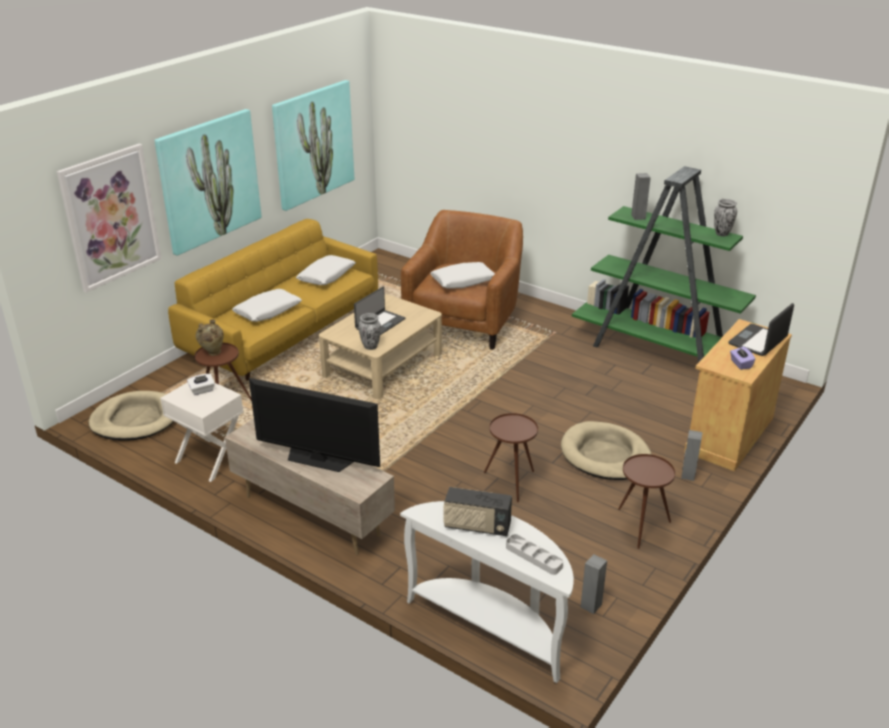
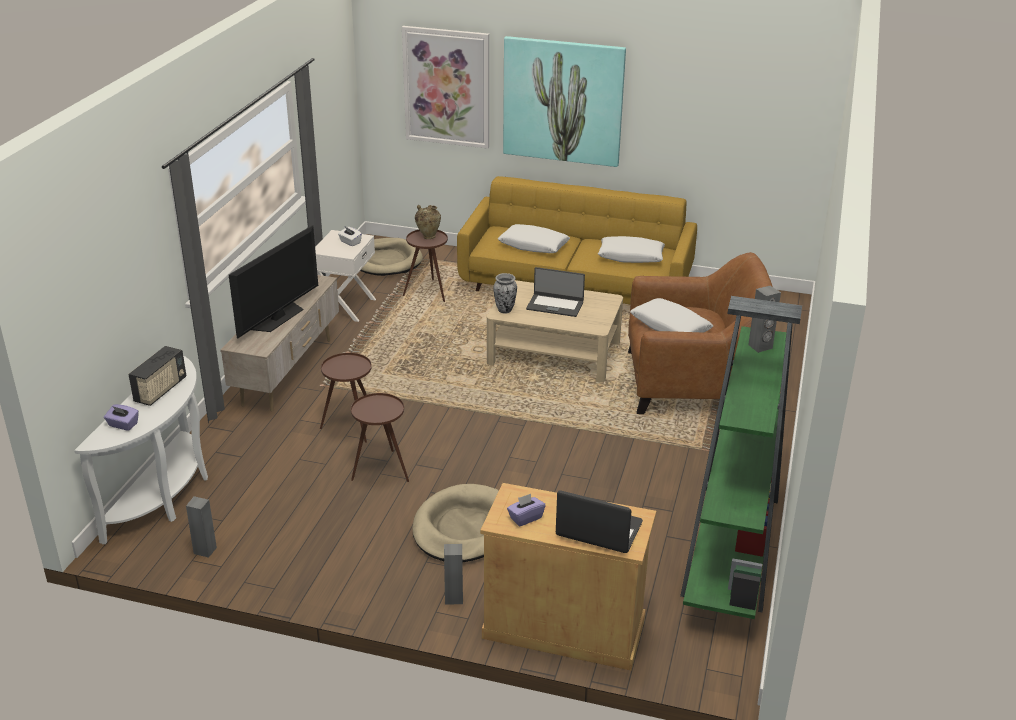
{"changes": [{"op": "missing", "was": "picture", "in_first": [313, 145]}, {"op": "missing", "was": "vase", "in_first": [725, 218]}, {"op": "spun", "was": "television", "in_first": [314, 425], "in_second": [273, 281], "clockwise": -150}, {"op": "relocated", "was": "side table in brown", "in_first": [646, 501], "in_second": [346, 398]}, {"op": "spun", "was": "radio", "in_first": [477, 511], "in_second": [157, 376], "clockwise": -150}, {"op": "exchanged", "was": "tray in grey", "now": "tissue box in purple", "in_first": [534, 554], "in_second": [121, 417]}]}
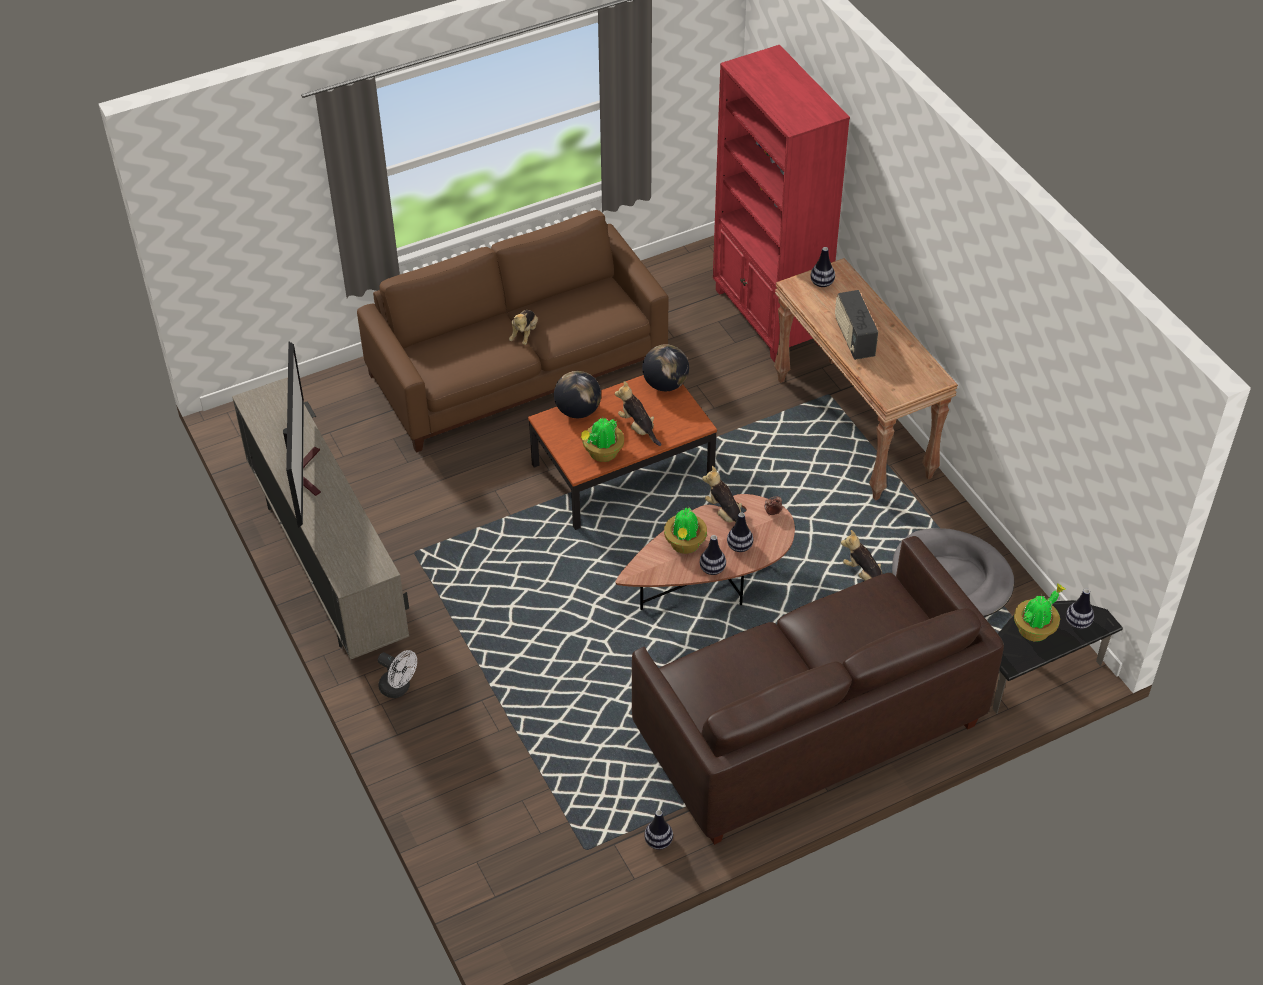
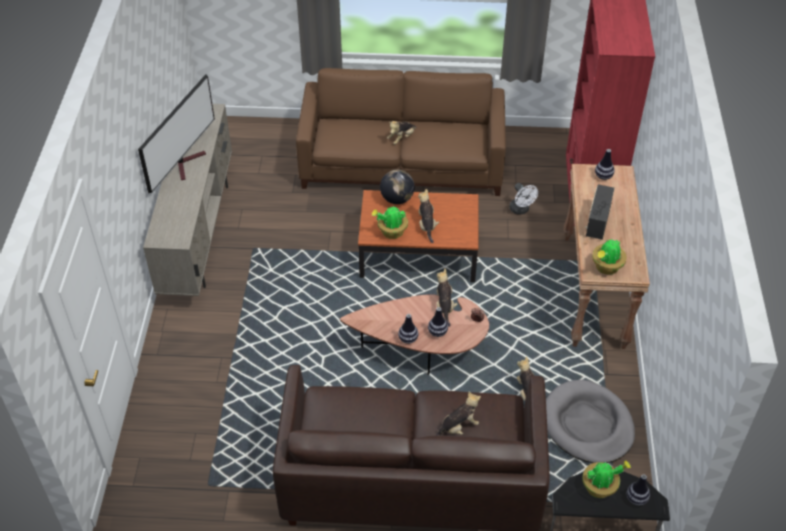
{"changes": [{"op": "missing", "was": "globe", "in_first": [665, 367]}, {"op": "relocated", "was": "potted plant", "in_first": [685, 530], "in_second": [609, 257]}, {"op": "relocated", "was": "fan in white", "in_first": [397, 674], "in_second": [524, 199]}, {"op": "missing", "was": "vase", "in_first": [658, 830]}, {"op": "appeared", "now": "plush toy", "in_second": [459, 413]}]}
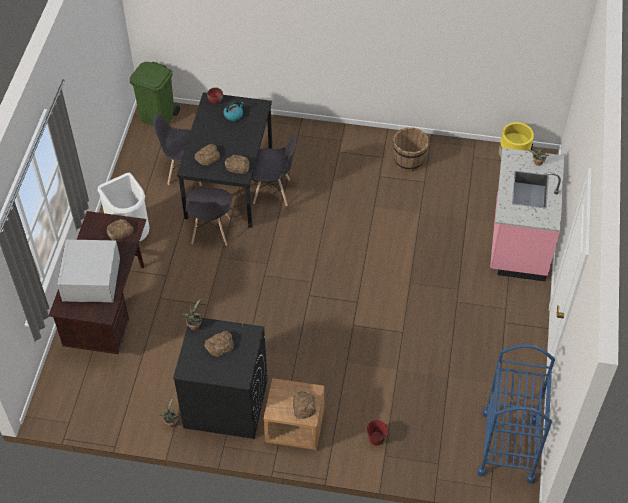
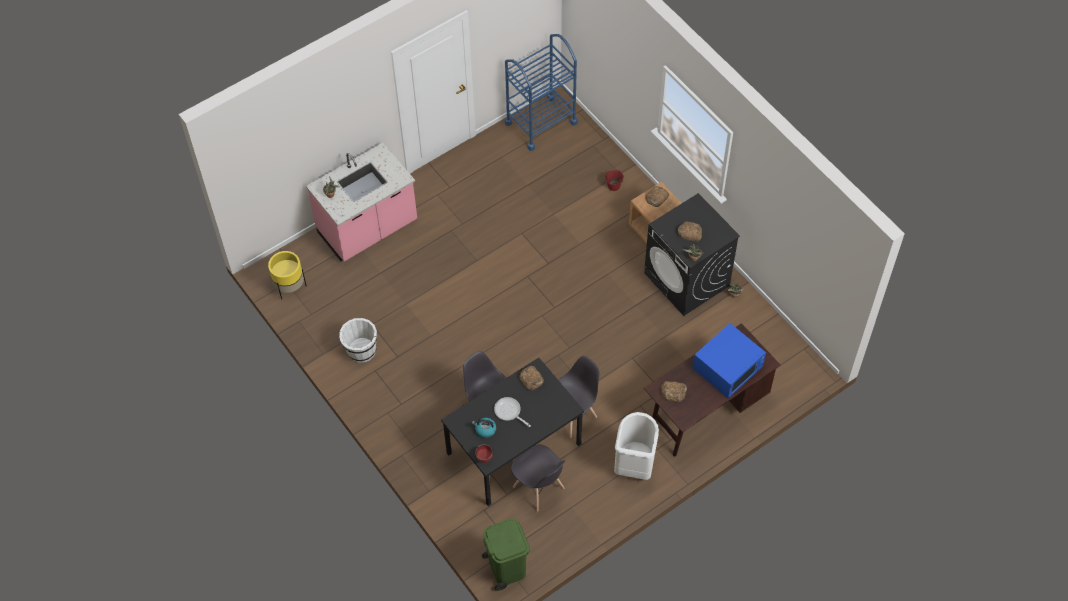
{"changes": [{"op": "colour", "was": "bucket in brown", "now": "bucket in white", "in_first": [411, 150], "in_second": [358, 340]}, {"op": "missing", "was": "bread", "in_first": [207, 155]}, {"op": "colour", "was": "microwave in white", "now": "microwave in blue", "in_first": [88, 271], "in_second": [729, 360]}, {"op": "appeared", "now": "frying pan", "in_second": [512, 412]}]}
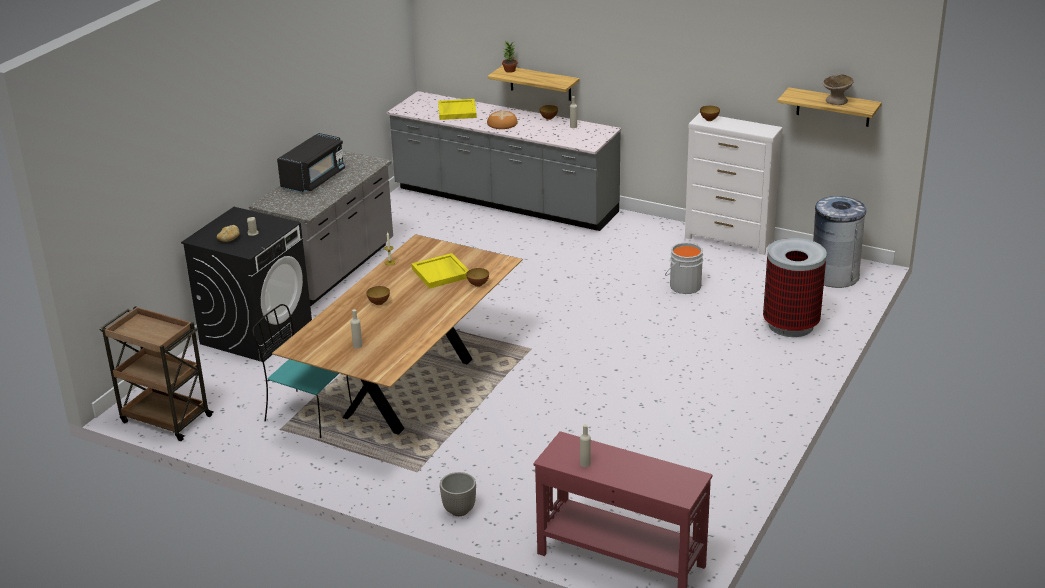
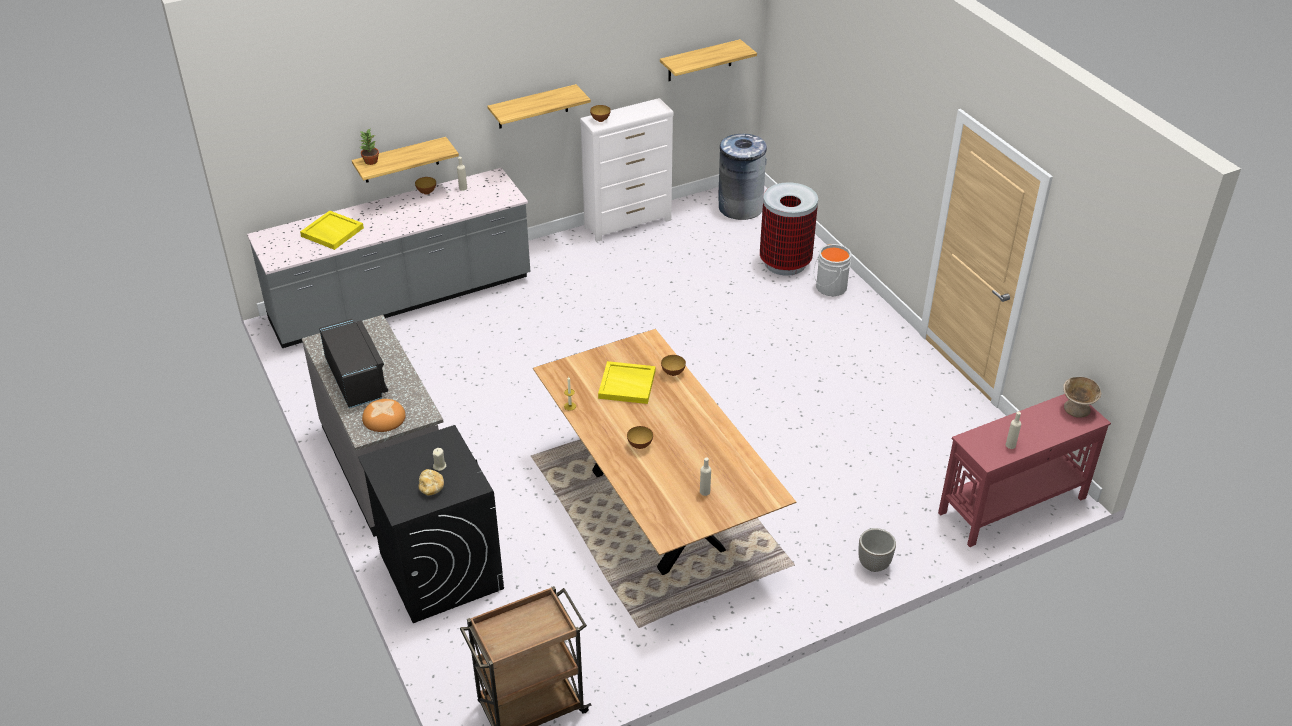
{"changes": [{"op": "relocated", "was": "bowl in beige", "in_first": [838, 89], "in_second": [1082, 397]}, {"op": "relocated", "was": "bread", "in_first": [502, 120], "in_second": [384, 415]}, {"op": "relocated", "was": "bucket in grey", "in_first": [684, 268], "in_second": [832, 270]}, {"op": "missing", "was": "chair in turquoise", "in_first": [302, 371]}, {"op": "appeared", "now": "shelf", "in_second": [539, 106]}]}
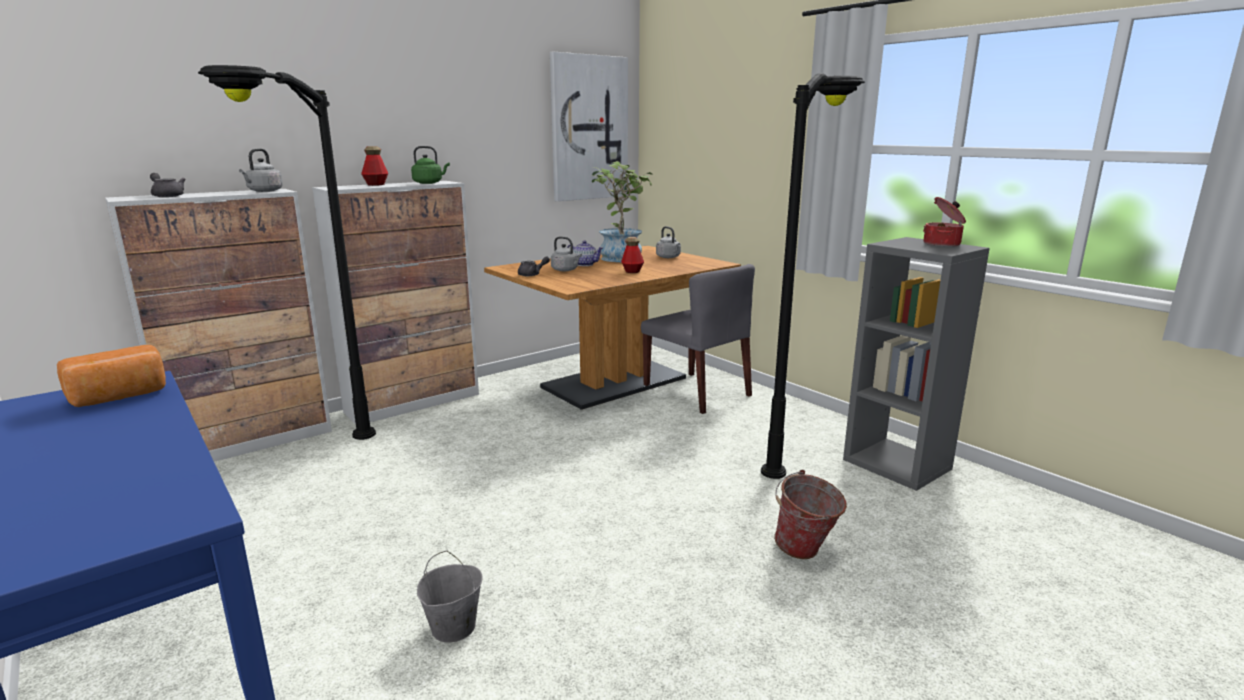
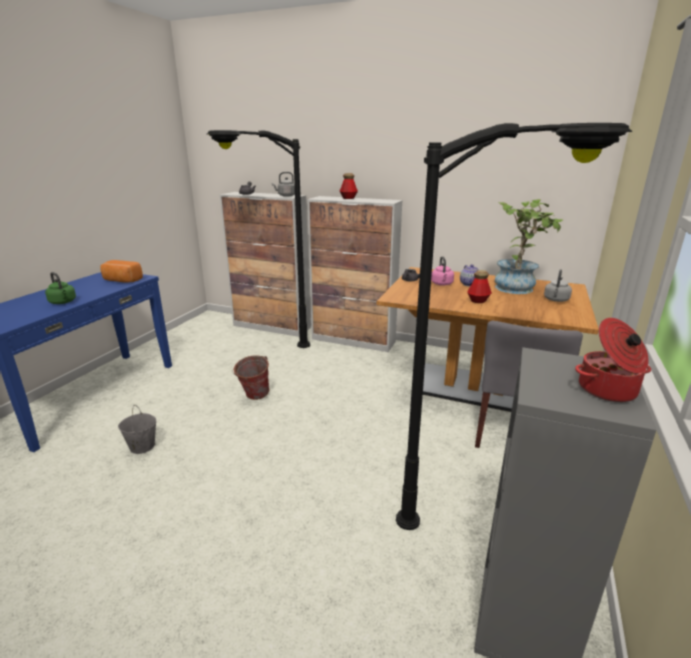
{"changes": [{"op": "missing", "was": "picture", "in_first": [589, 126]}, {"op": "relocated", "was": "kettle in green", "in_first": [430, 165], "in_second": [60, 288]}, {"op": "colour", "was": "kettle in grey", "now": "kettle in pink", "in_first": [566, 253], "in_second": [442, 271]}, {"op": "relocated", "was": "bucket", "in_first": [810, 514], "in_second": [250, 377]}]}
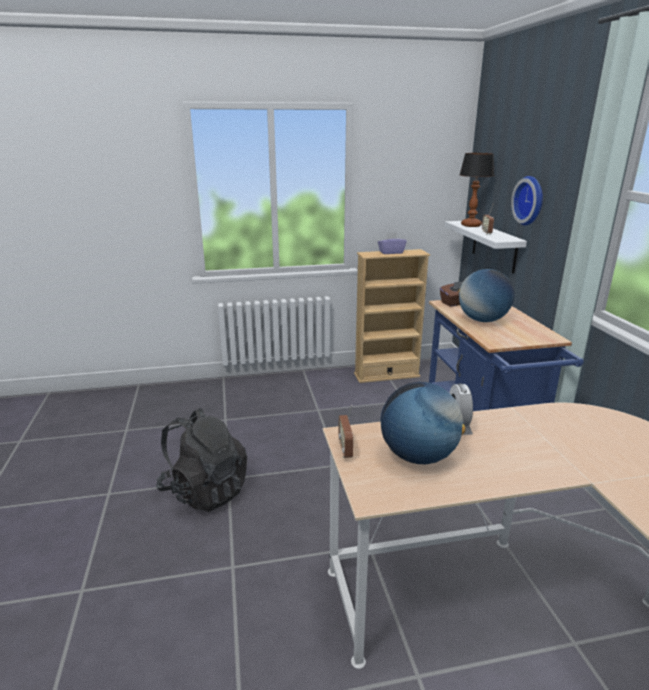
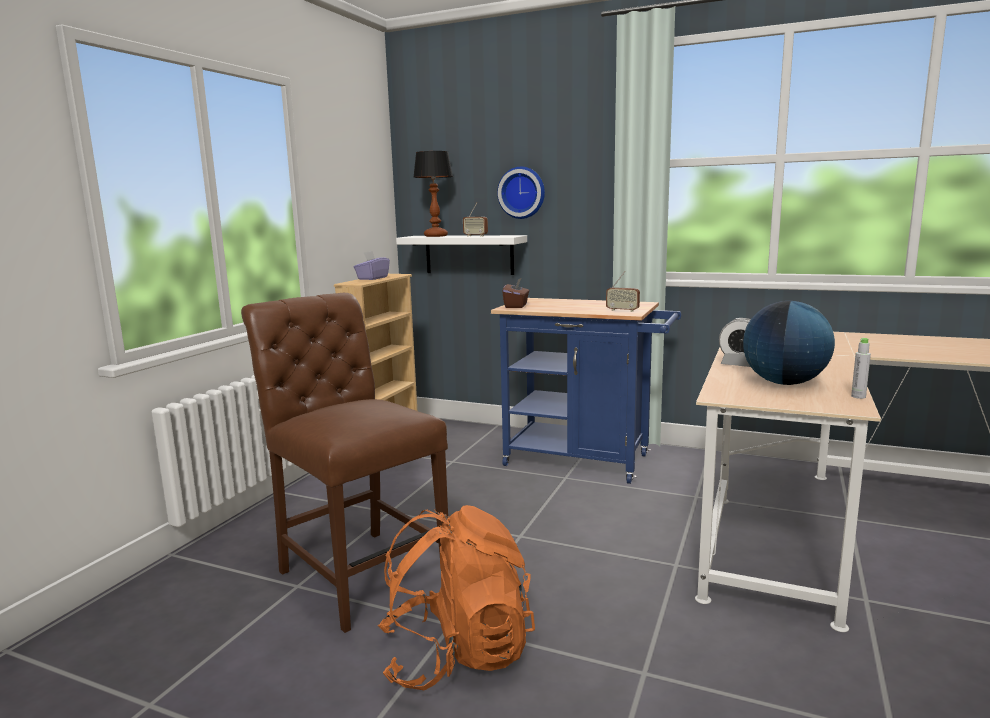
{"changes": [{"op": "missing", "was": "globe", "in_first": [486, 295]}, {"op": "relocated", "was": "radio", "in_first": [345, 431], "in_second": [623, 291]}, {"op": "colour", "was": "backpack in black", "now": "backpack in orange", "in_first": [201, 460], "in_second": [456, 598]}, {"op": "appeared", "now": "chair in brown", "in_second": [344, 463]}, {"op": "appeared", "now": "bottle in grey", "in_second": [861, 368]}]}
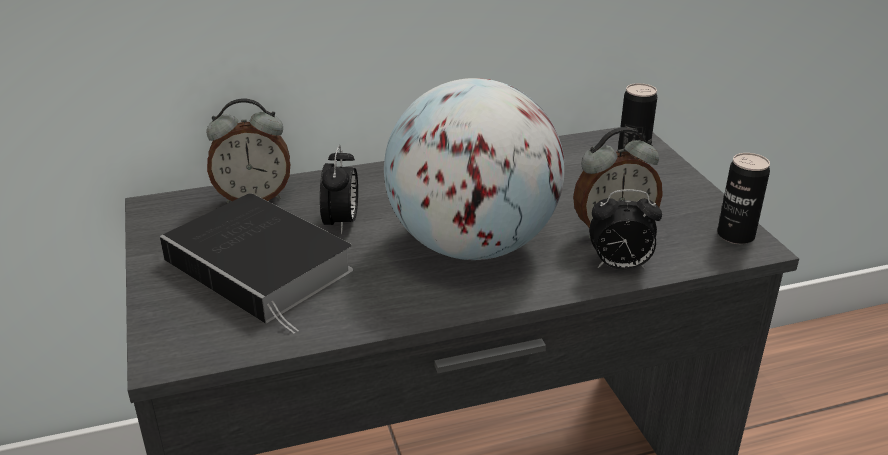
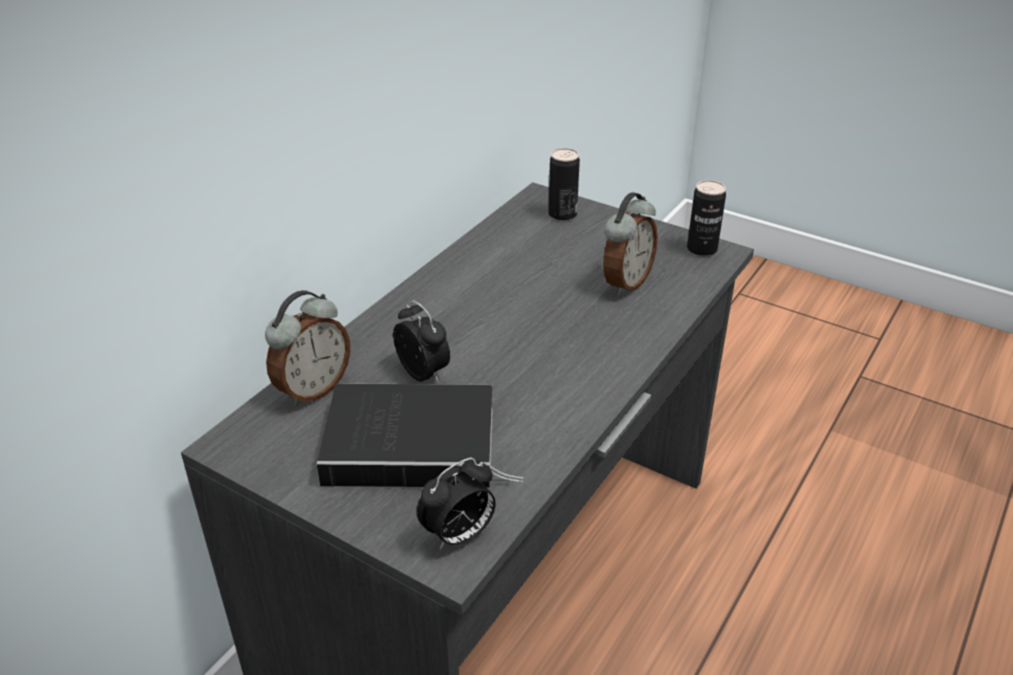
{"changes": [{"op": "missing", "was": "globe", "in_first": [474, 169]}, {"op": "relocated", "was": "alarm clock", "in_first": [625, 230], "in_second": [456, 504]}]}
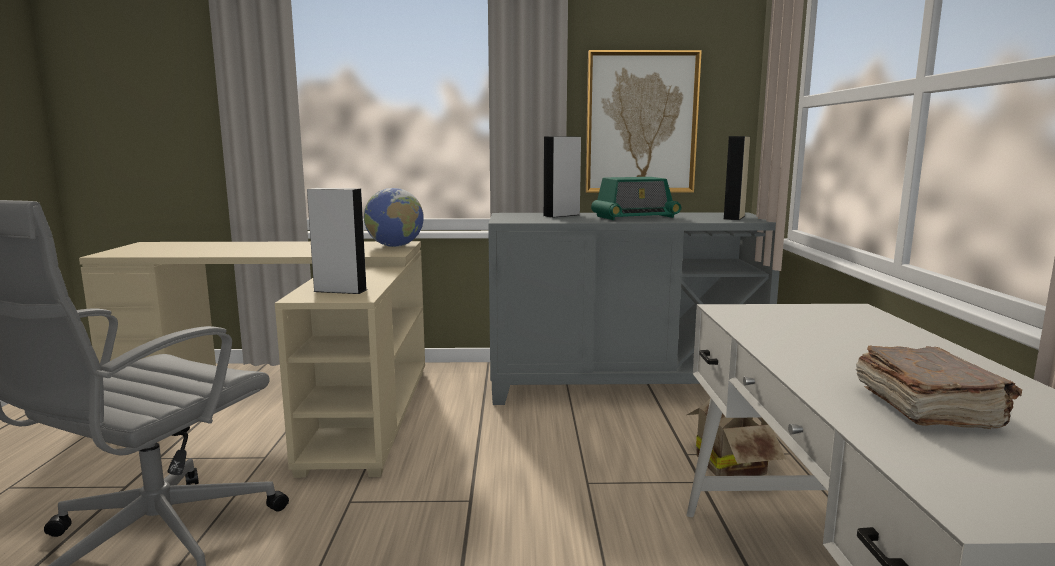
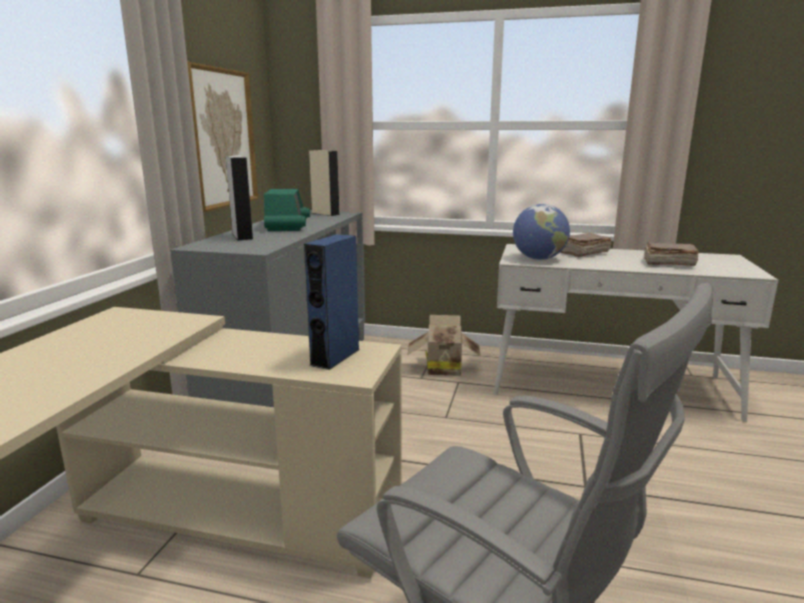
{"changes": [{"op": "colour", "was": "speaker in grey", "now": "speaker in blue", "in_first": [337, 241], "in_second": [332, 302]}, {"op": "relocated", "was": "globe", "in_first": [394, 217], "in_second": [541, 232]}, {"op": "appeared", "now": "book in brown", "in_second": [586, 245]}]}
